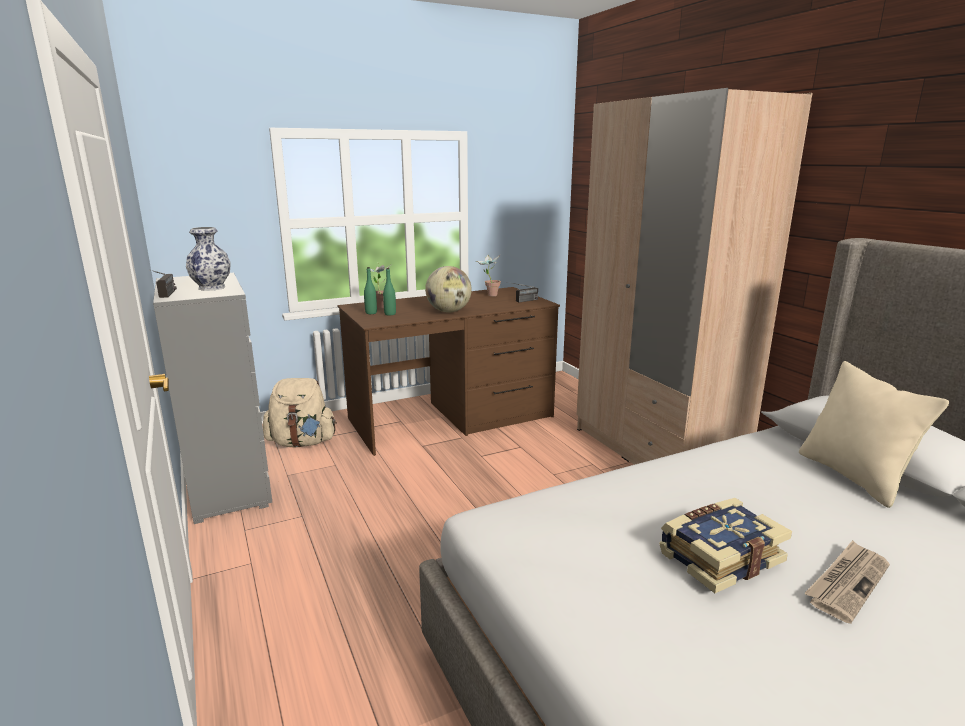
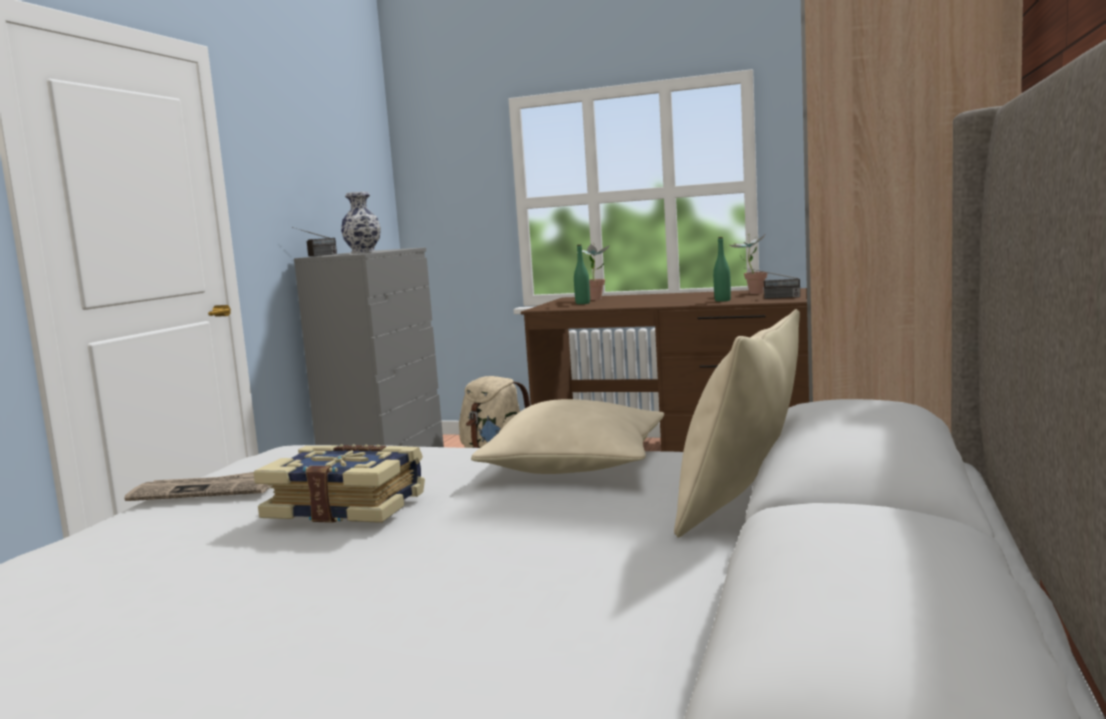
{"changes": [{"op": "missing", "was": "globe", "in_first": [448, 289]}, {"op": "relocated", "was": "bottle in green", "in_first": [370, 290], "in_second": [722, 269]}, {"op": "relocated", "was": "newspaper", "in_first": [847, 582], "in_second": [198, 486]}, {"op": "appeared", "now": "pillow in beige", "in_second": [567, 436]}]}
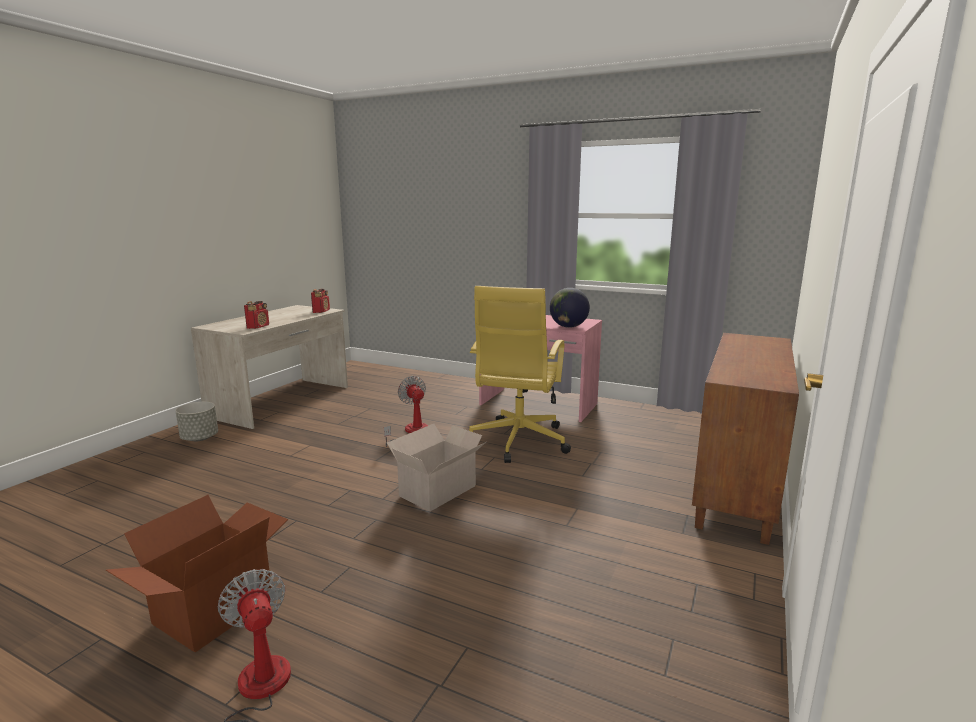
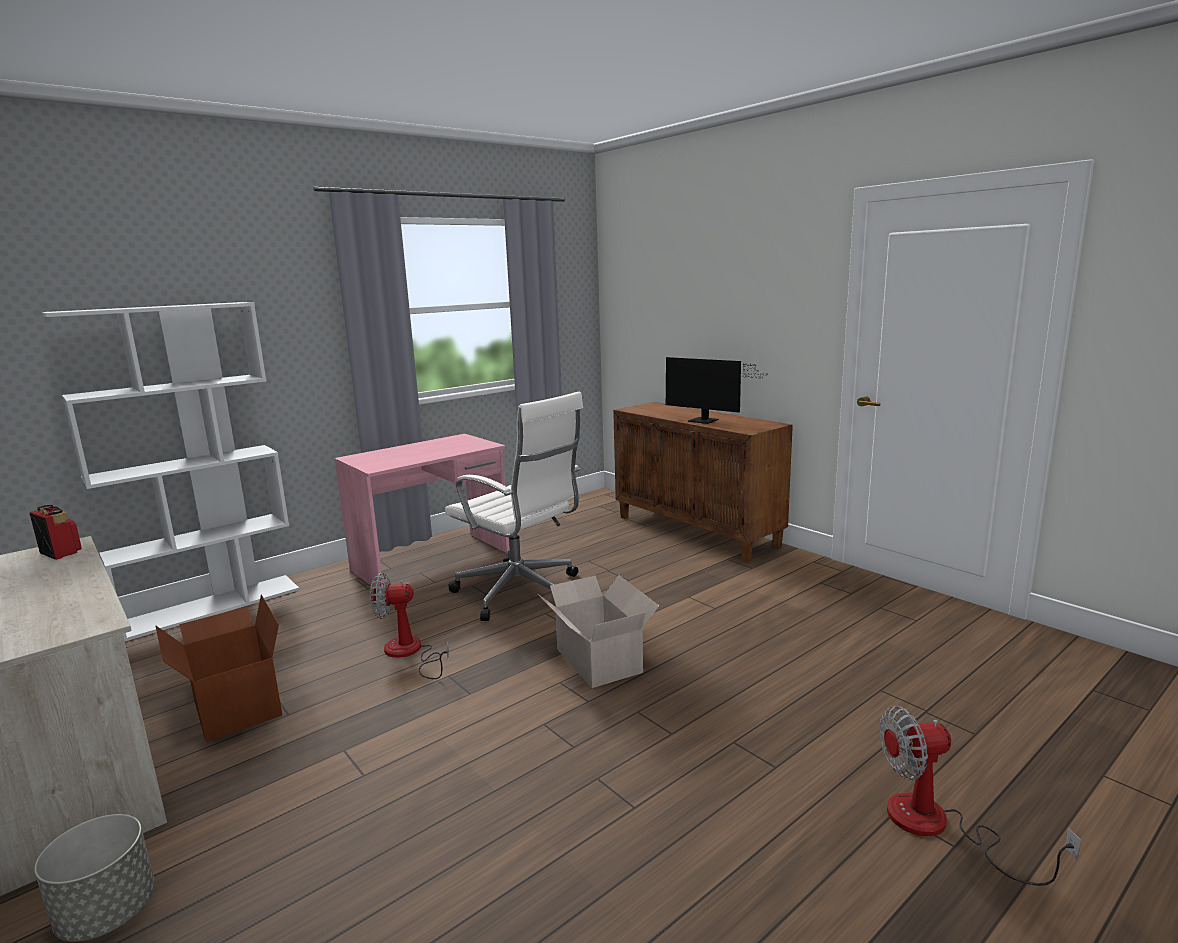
{"changes": [{"op": "colour", "was": "office chair in yellow", "now": "office chair in white", "in_first": [520, 374], "in_second": [514, 506]}, {"op": "missing", "was": "globe", "in_first": [570, 308]}, {"op": "missing", "was": "radio", "in_first": [256, 315]}, {"op": "relocated", "was": "cardboard box", "in_first": [197, 574], "in_second": [219, 668]}, {"op": "appeared", "now": "bookcase in white", "in_second": [170, 471]}, {"op": "appeared", "now": "monitor", "in_second": [716, 390]}]}
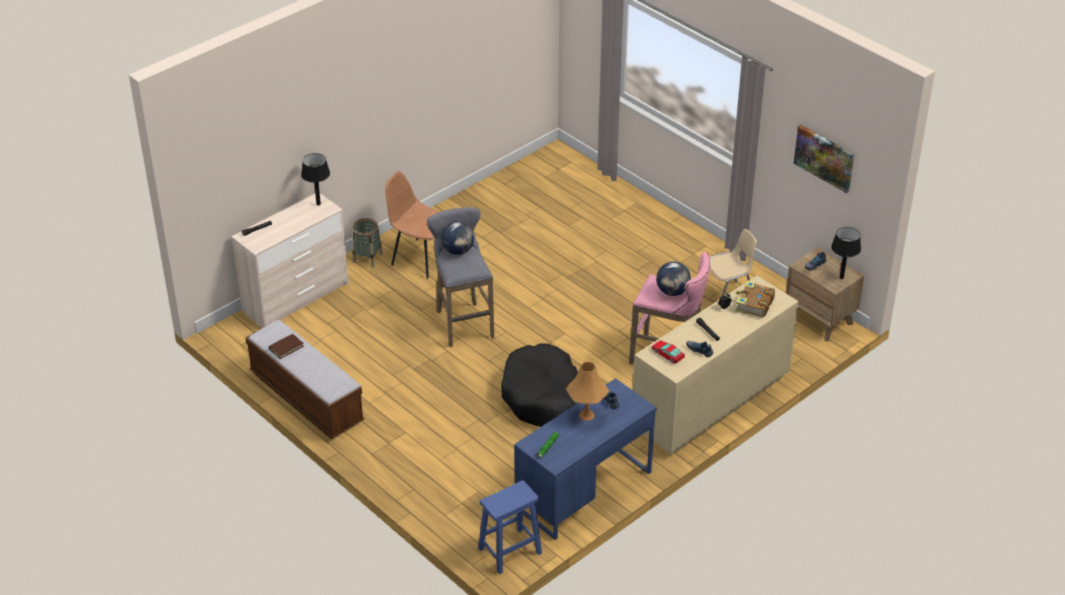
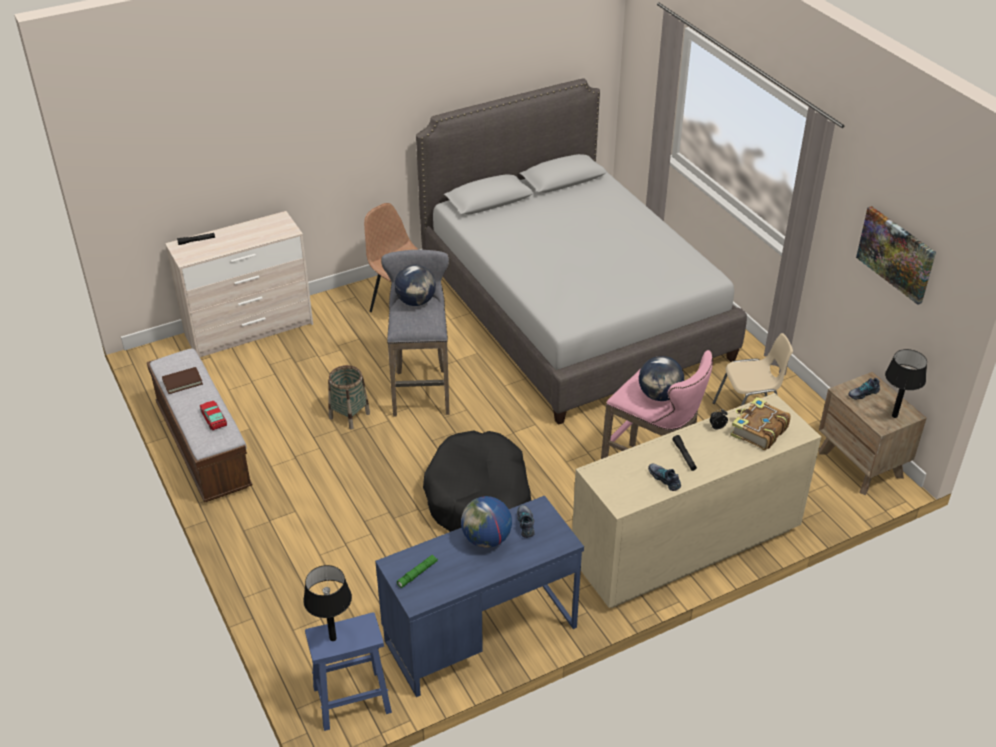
{"changes": [{"op": "relocated", "was": "table lamp in black", "in_first": [315, 179], "in_second": [327, 603]}, {"op": "relocated", "was": "basket", "in_first": [367, 242], "in_second": [349, 397]}, {"op": "relocated", "was": "toy car", "in_first": [668, 352], "in_second": [213, 415]}, {"op": "exchanged", "was": "table lamp in orange", "now": "globe", "in_first": [587, 391], "in_second": [486, 522]}, {"op": "appeared", "now": "bed in grey", "in_second": [581, 251]}]}
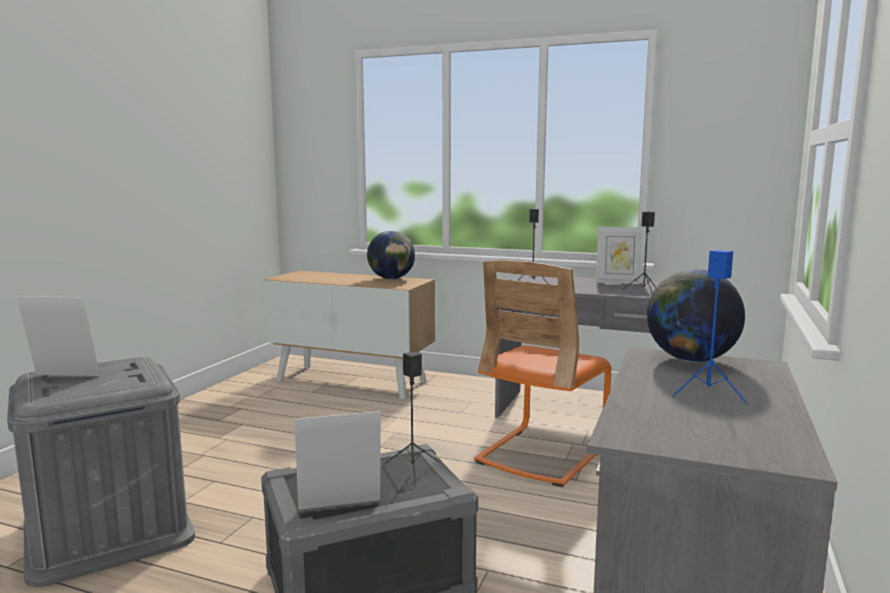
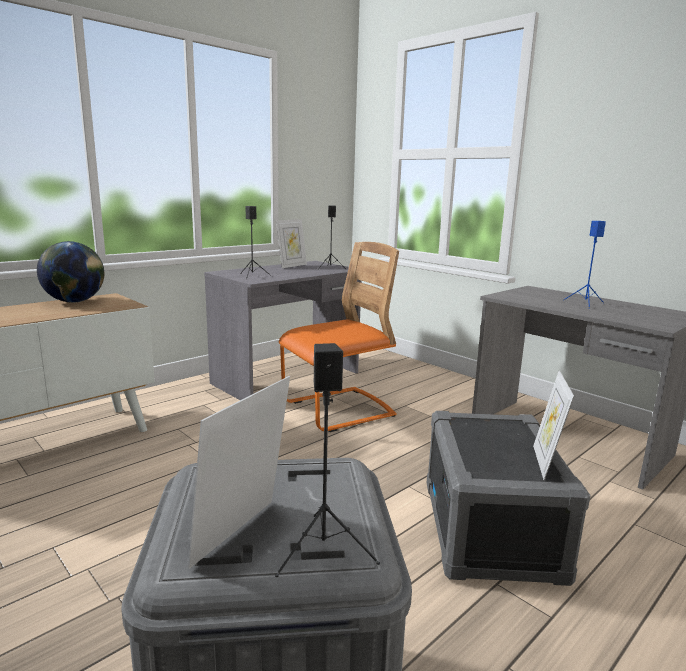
{"changes": [{"op": "spun", "was": "chair in orange", "in_first": [543, 373], "in_second": [339, 337], "clockwise": -90}, {"op": "missing", "was": "globe", "in_first": [696, 315]}, {"op": "relocated", "was": "speaker in black", "in_first": [411, 419], "in_second": [327, 460]}]}
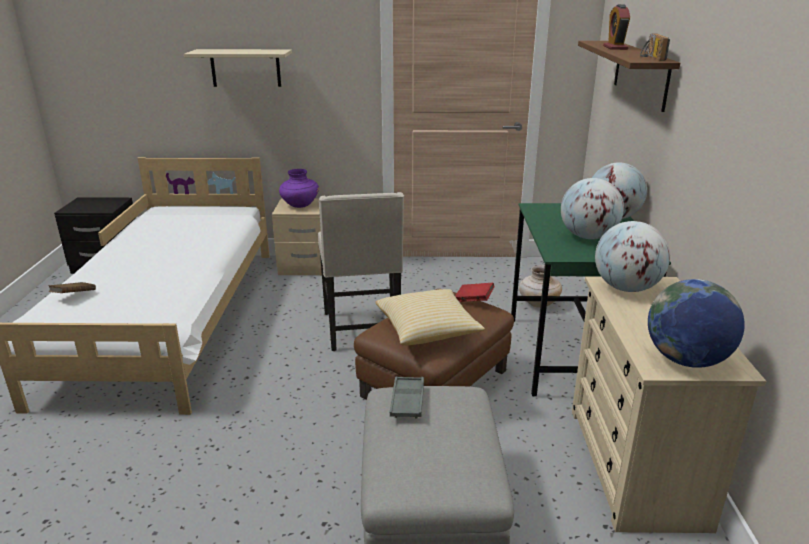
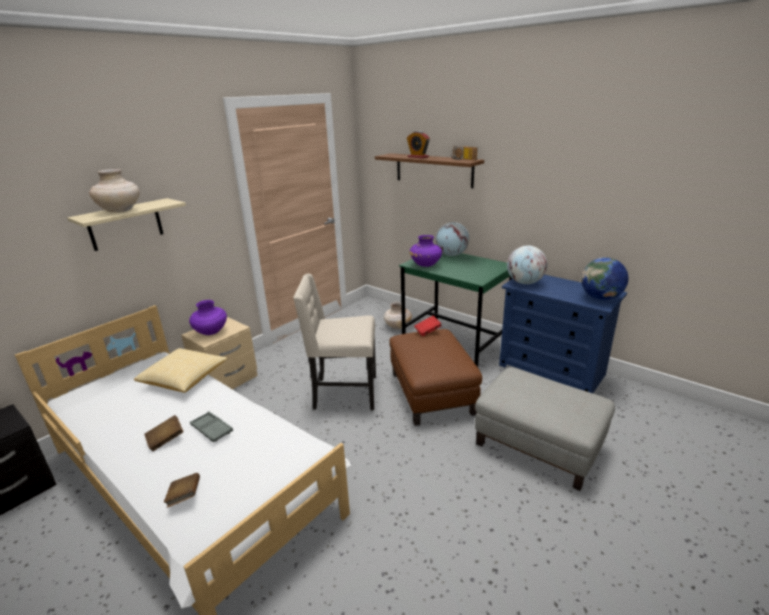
{"changes": [{"op": "missing", "was": "globe", "in_first": [592, 208]}, {"op": "spun", "was": "chair in beige", "in_first": [361, 271], "in_second": [334, 342], "clockwise": 150}, {"op": "colour", "was": "dresser in beige", "now": "dresser in blue", "in_first": [669, 404], "in_second": [563, 334]}, {"op": "relocated", "was": "pillow", "in_first": [430, 317], "in_second": [180, 370]}, {"op": "relocated", "was": "tray in grey", "in_first": [407, 397], "in_second": [211, 426]}, {"op": "appeared", "now": "vase in beige", "in_second": [114, 191]}, {"op": "appeared", "now": "vase in purple", "in_second": [426, 251]}, {"op": "appeared", "now": "book in brown", "in_second": [163, 433]}]}
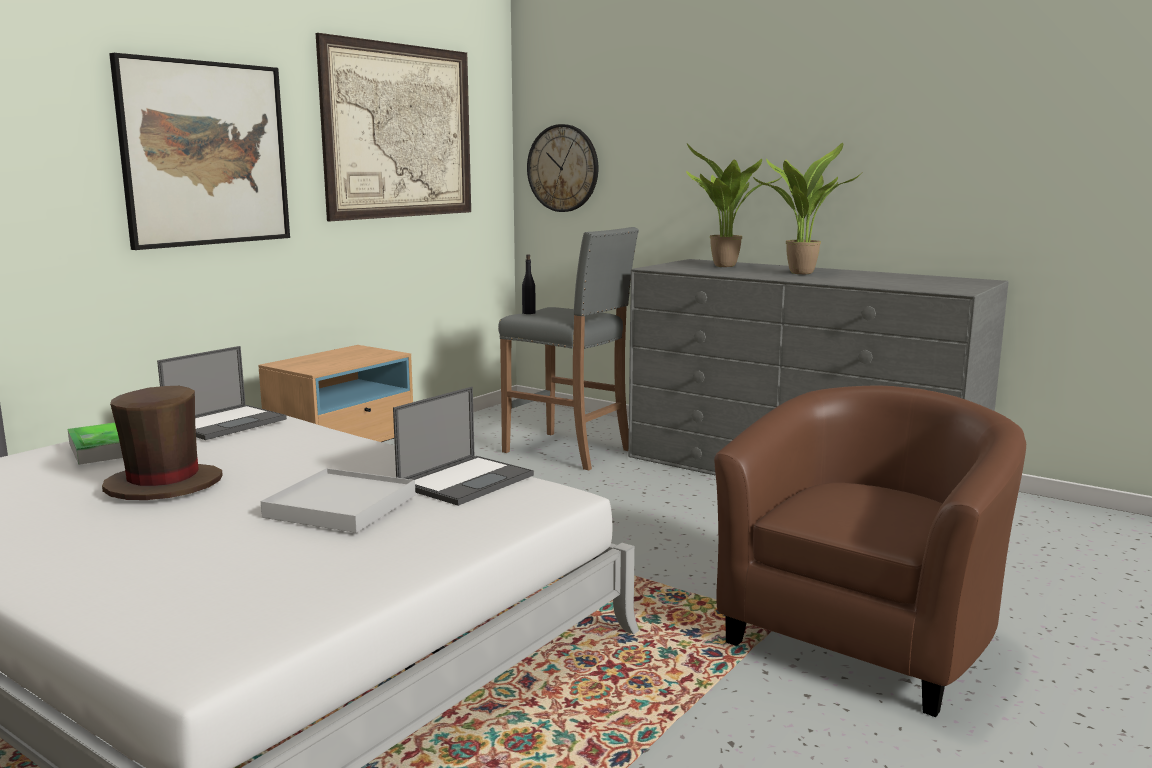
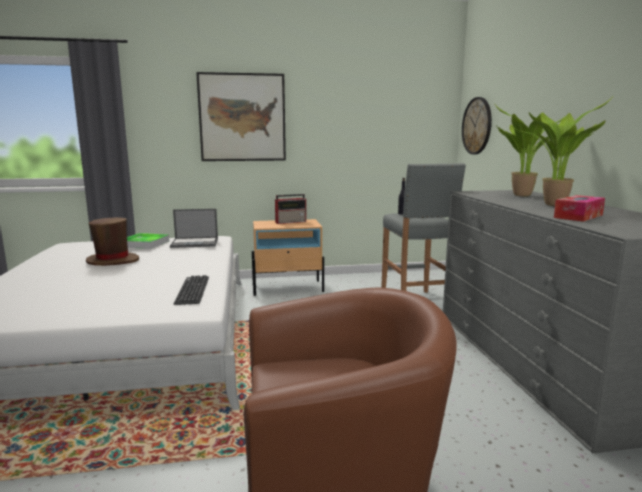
{"changes": [{"op": "missing", "was": "picture", "in_first": [393, 127]}, {"op": "exchanged", "was": "laptop", "now": "keyboard", "in_first": [463, 446], "in_second": [191, 290]}, {"op": "missing", "was": "tray in white", "in_first": [338, 500]}, {"op": "appeared", "now": "radio", "in_second": [290, 209]}, {"op": "appeared", "now": "tissue box", "in_second": [579, 208]}]}
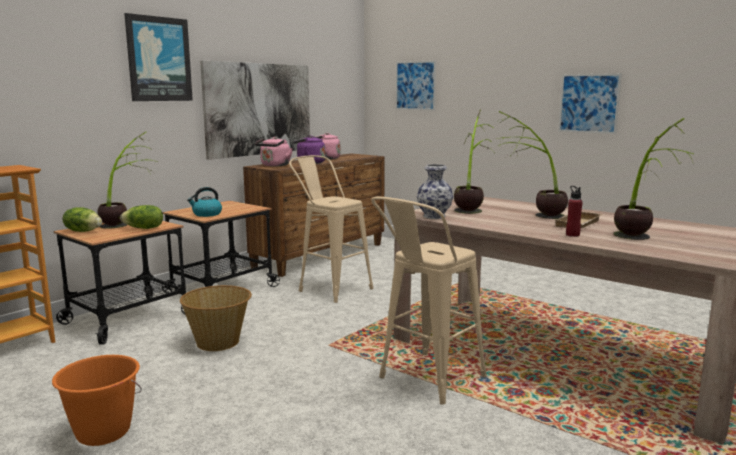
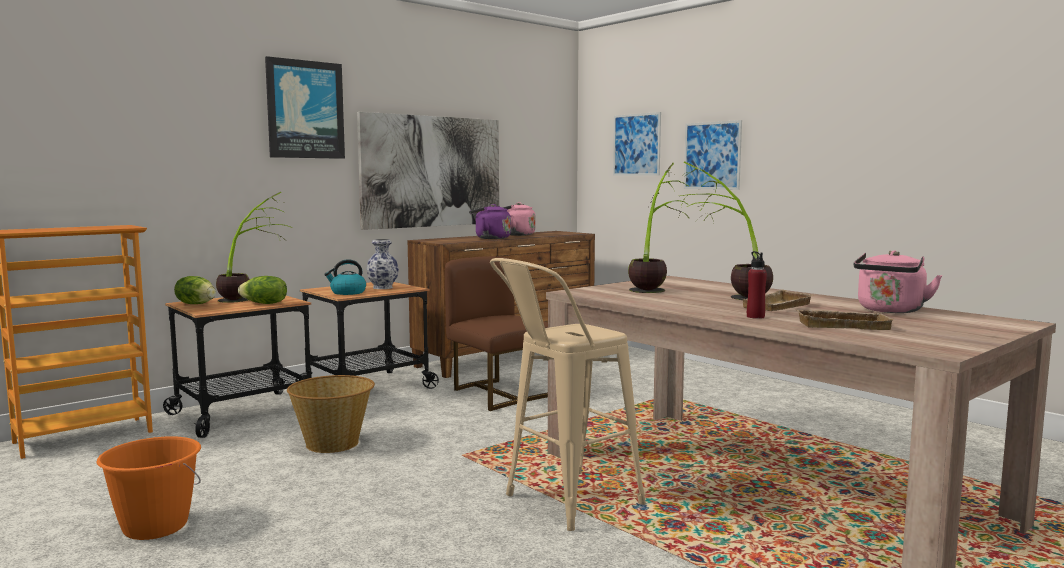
{"changes": [{"op": "relocated", "was": "picture", "in_first": [590, 103], "in_second": [713, 155]}, {"op": "exchanged", "was": "potted plant", "now": "tray in beige", "in_first": [654, 179], "in_second": [845, 319]}, {"op": "relocated", "was": "kettle in pink", "in_first": [274, 151], "in_second": [898, 282]}, {"op": "exchanged", "was": "stool in beige", "now": "chair in brown", "in_first": [331, 229], "in_second": [496, 333]}, {"op": "relocated", "was": "vase", "in_first": [435, 191], "in_second": [382, 264]}]}
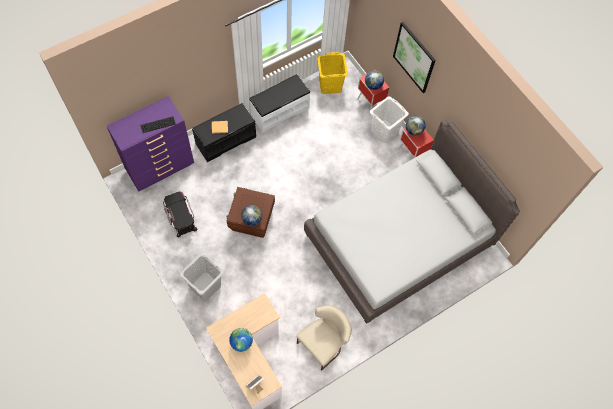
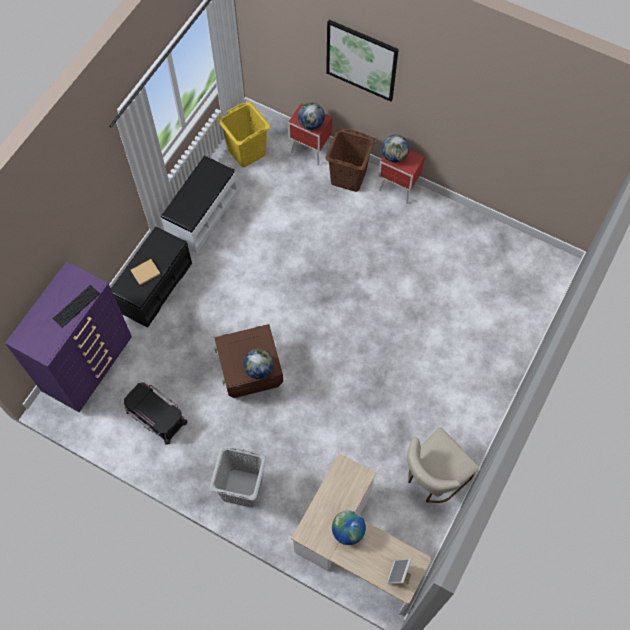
{"changes": [{"op": "colour", "was": "laundry basket in white", "now": "laundry basket in brown", "in_first": [389, 119], "in_second": [350, 160]}, {"op": "missing", "was": "bed in grey", "in_first": [412, 221]}, {"op": "spun", "was": "chair in beige", "in_first": [324, 338], "in_second": [443, 465], "clockwise": -150}]}
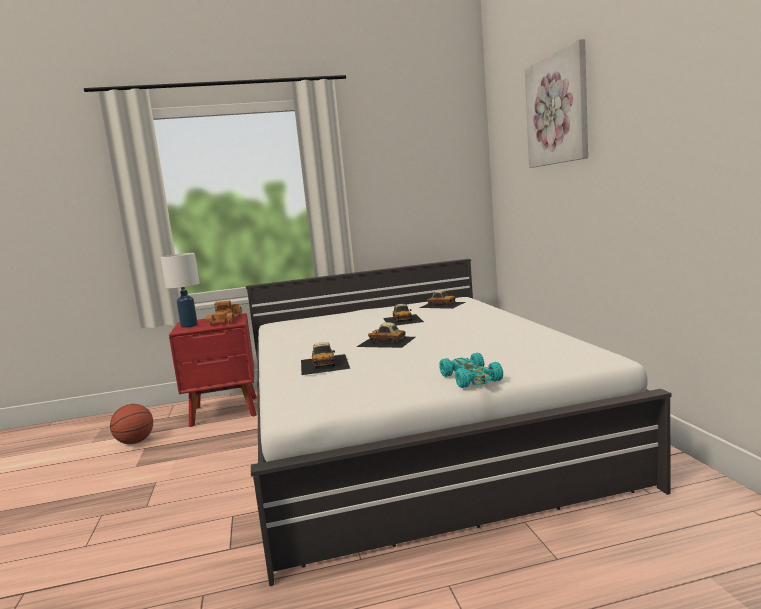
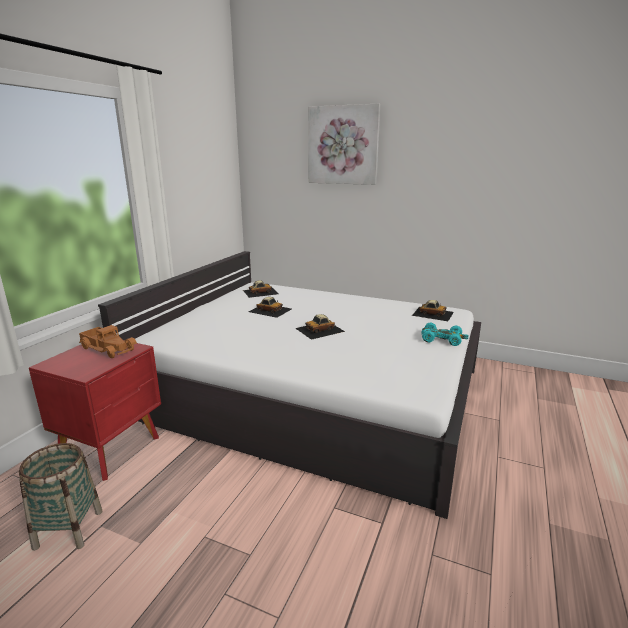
{"changes": [{"op": "missing", "was": "table lamp in white", "in_first": [179, 290]}, {"op": "relocated", "was": "toy car", "in_first": [325, 358], "in_second": [433, 310]}, {"op": "exchanged", "was": "basketball", "now": "basket", "in_first": [131, 424], "in_second": [60, 497]}]}
